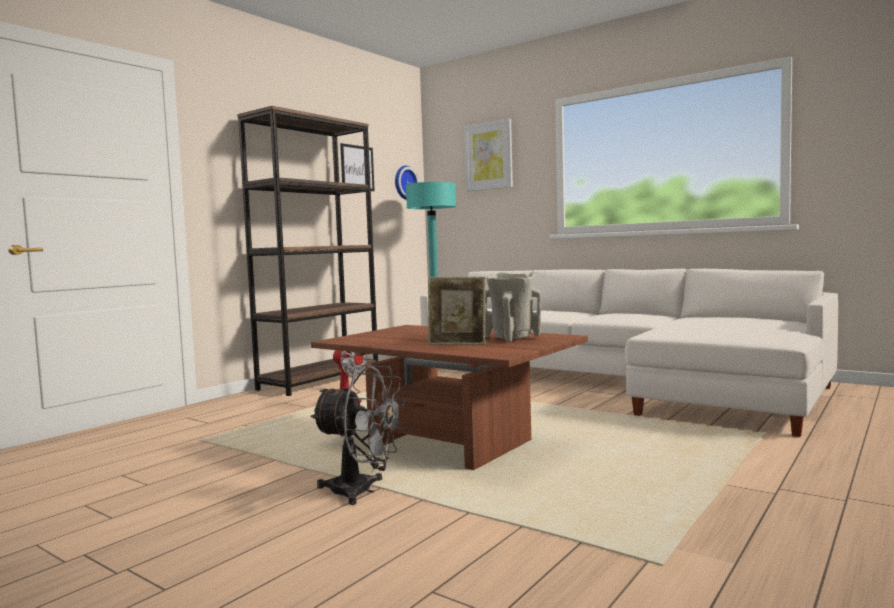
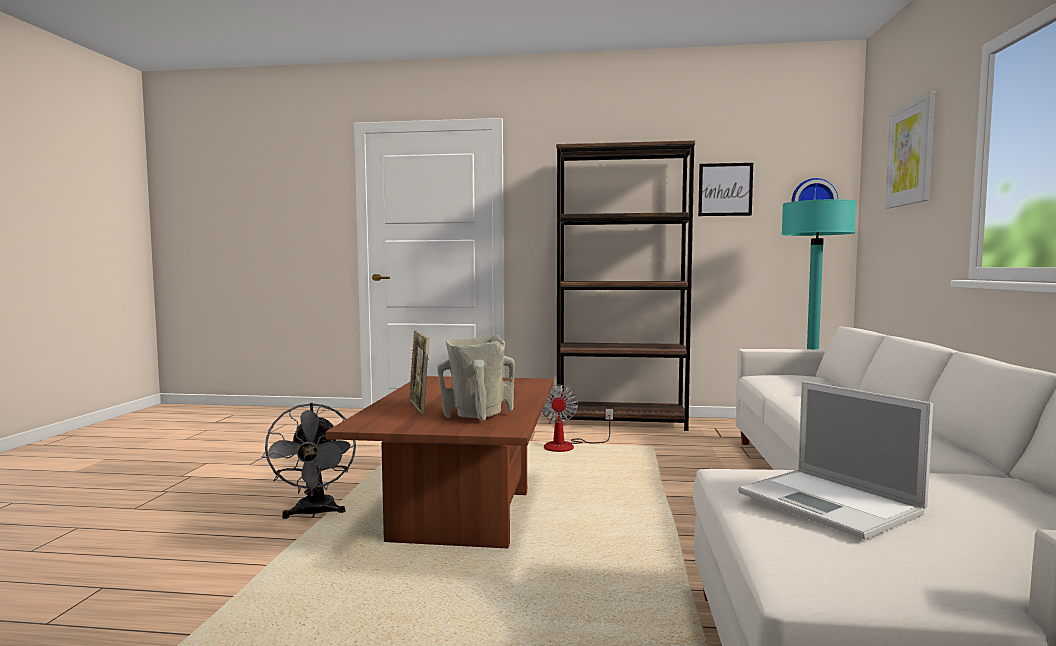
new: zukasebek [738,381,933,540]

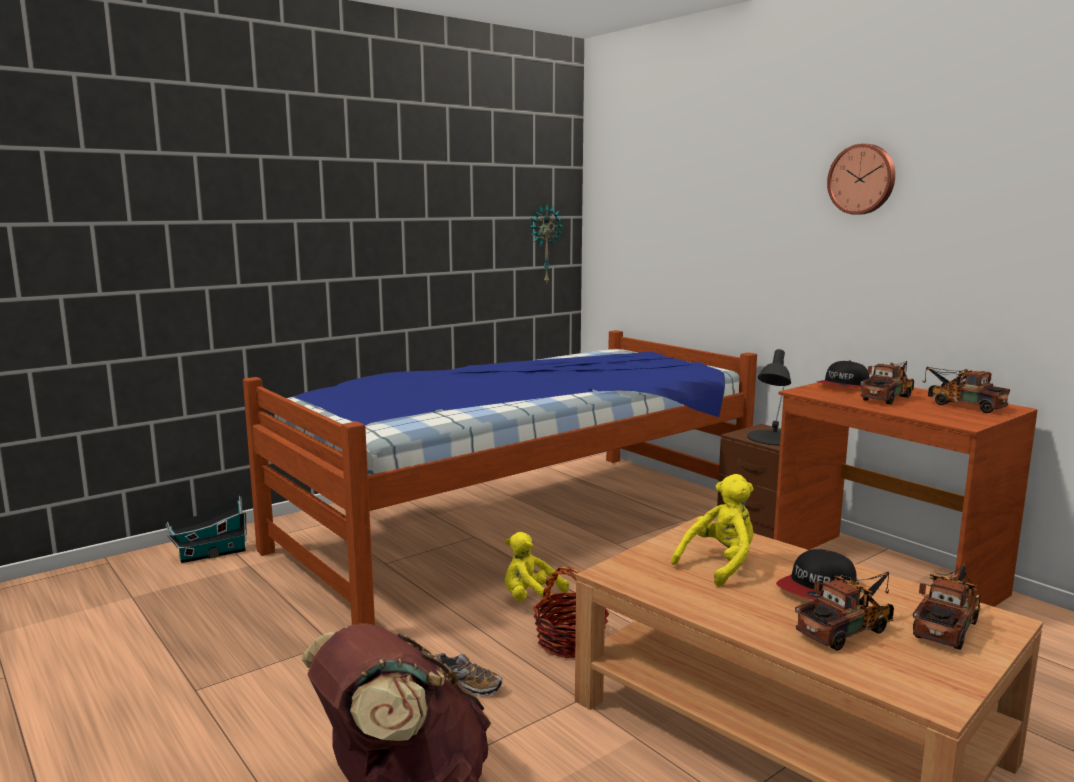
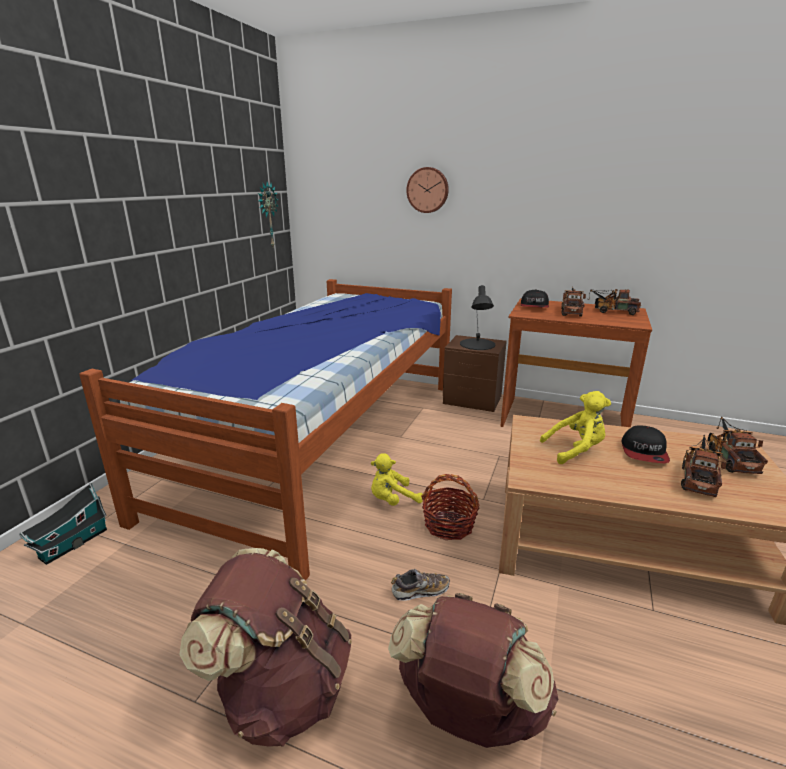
new: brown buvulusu [179,548,352,747]
shifted: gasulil [827,143,895,215] to [406,167,449,213]
rotated: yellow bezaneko [671,474,754,587] = [540,391,611,464] 60 degrees clockwise

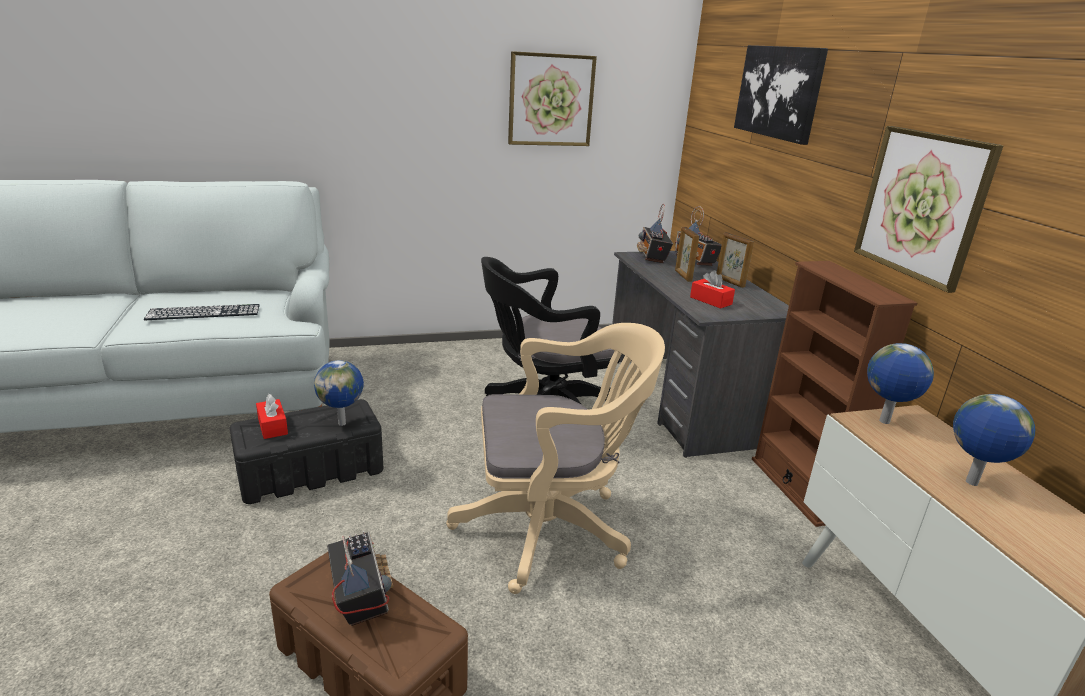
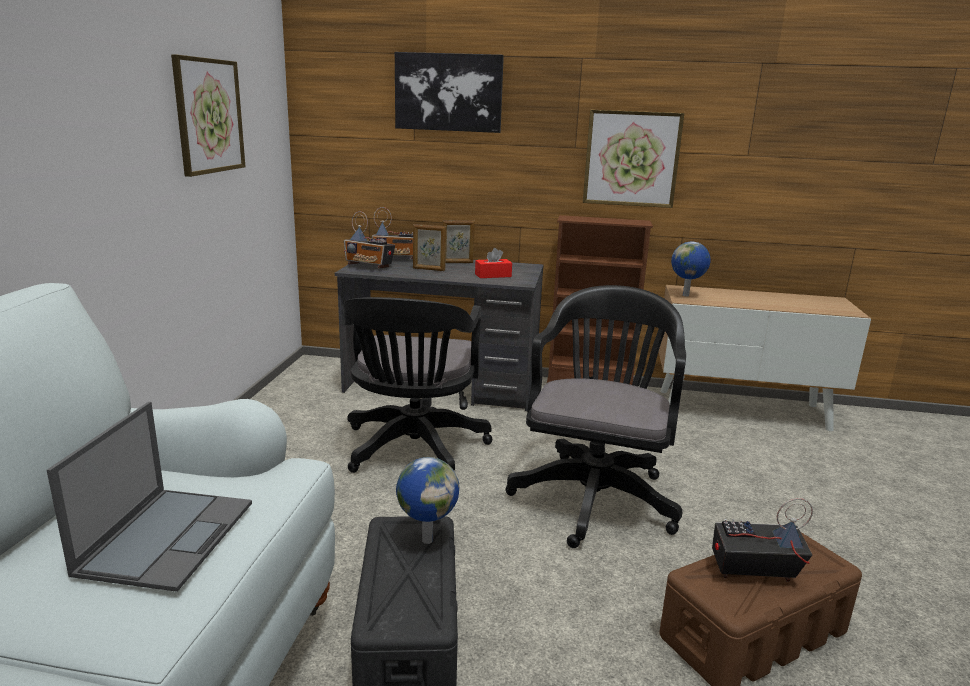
gone: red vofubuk [256,394,288,439]; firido [953,394,1036,486]
swapped: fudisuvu [144,304,260,320] to zukasebek [47,402,252,592]
repainted: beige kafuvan [446,323,665,594] to black kafuvan [505,285,686,548]

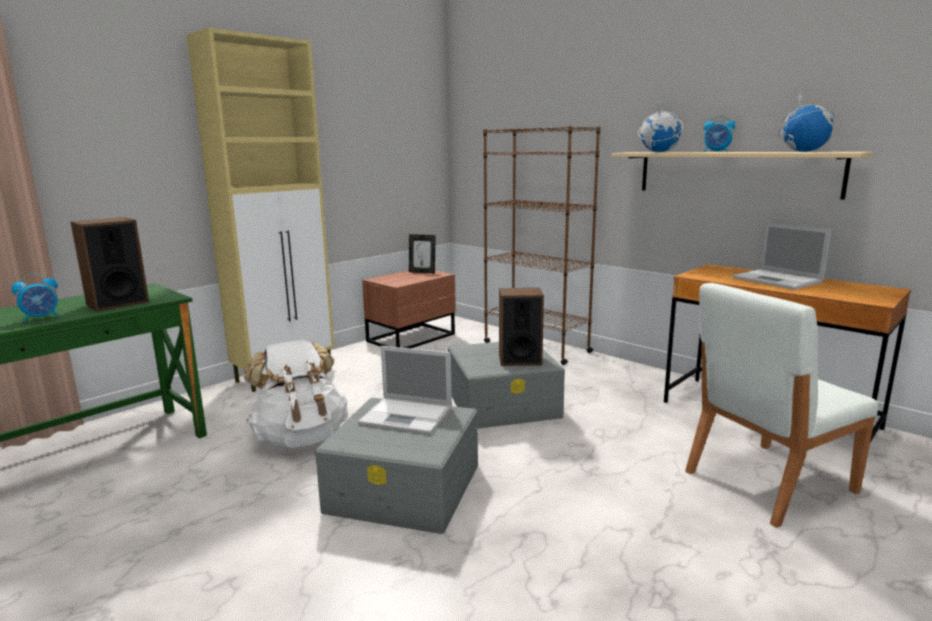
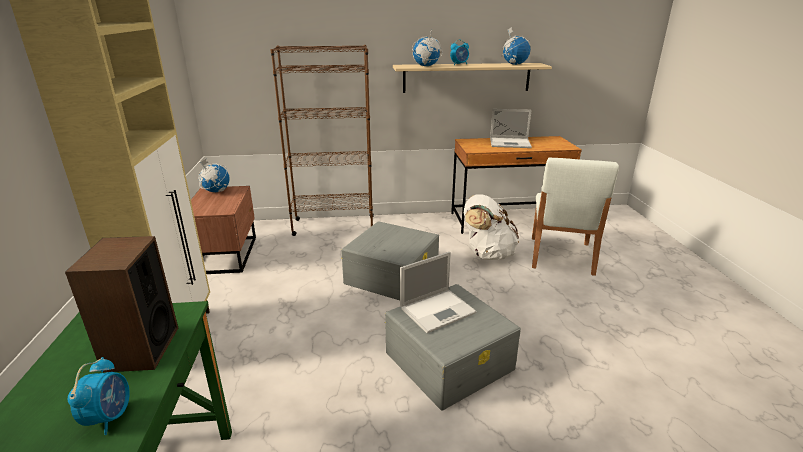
gone: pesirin [499,288,544,366]
shifted: white buvulusu [244,340,348,448] to [464,194,519,260]
swapped: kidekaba [409,234,436,274] to firido [198,159,230,192]

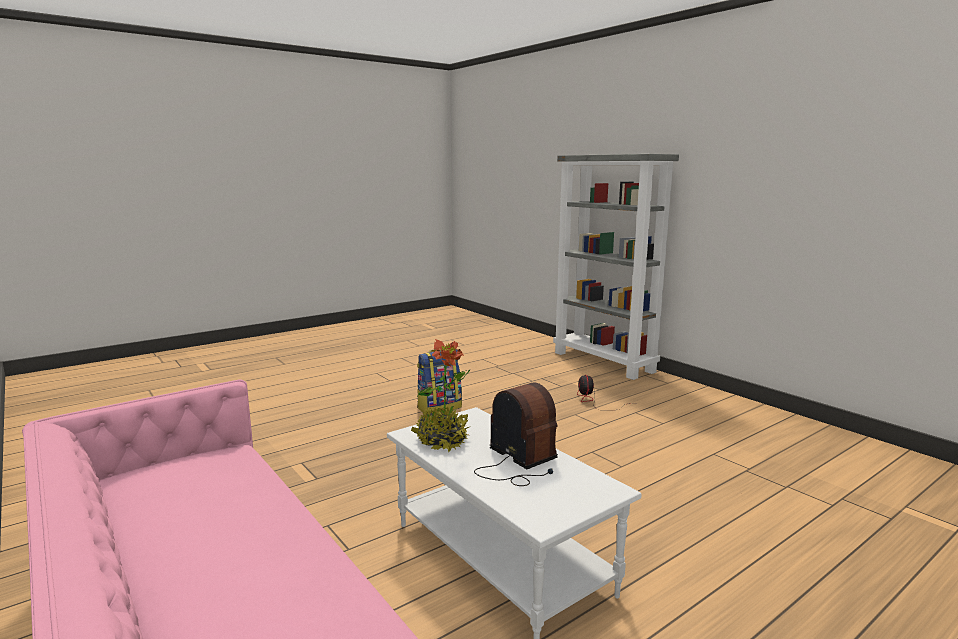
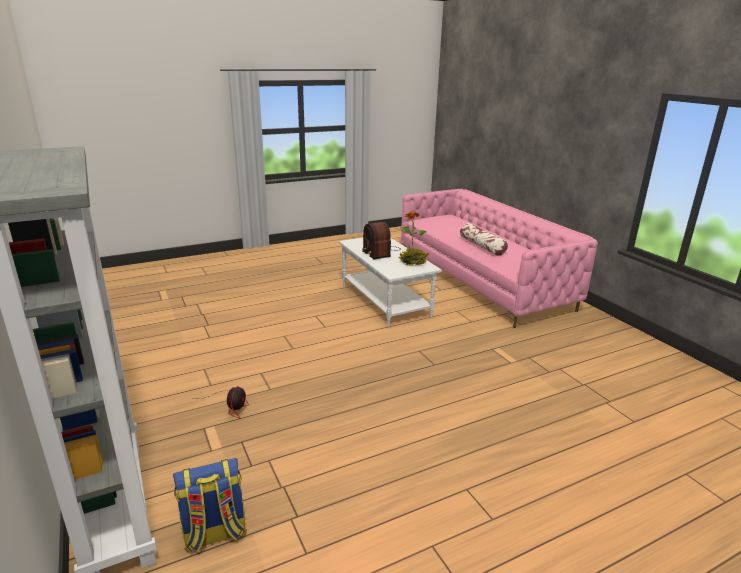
new: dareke [460,223,508,256]
shifted: buvulusu [417,349,462,412] to [173,458,247,552]

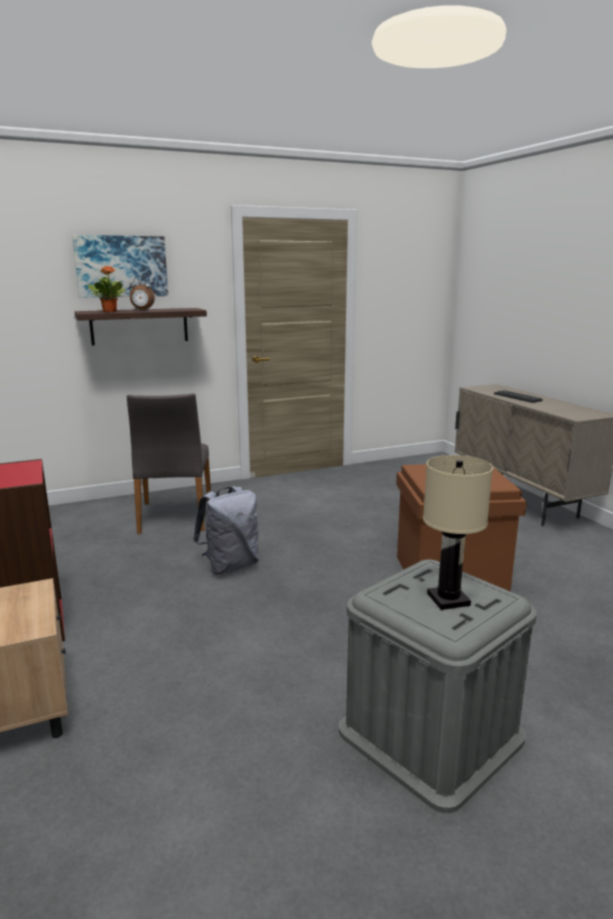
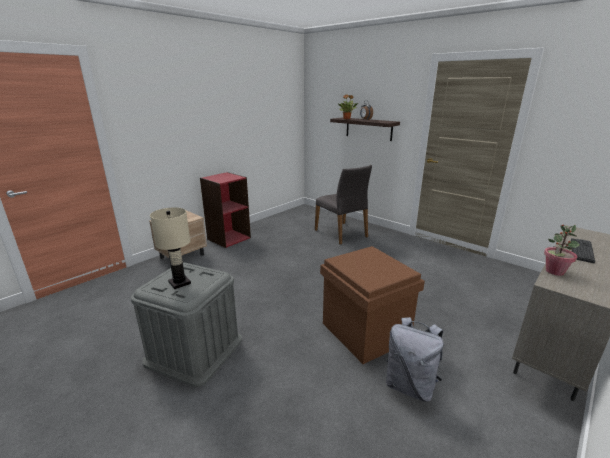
gone: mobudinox [72,235,168,298]
new: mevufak [544,224,579,276]
shifted: grey buvulusu [193,486,259,575] to [386,317,444,402]
rotated: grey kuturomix [127,393,211,534] = [315,165,372,245] 90 degrees counterclockwise

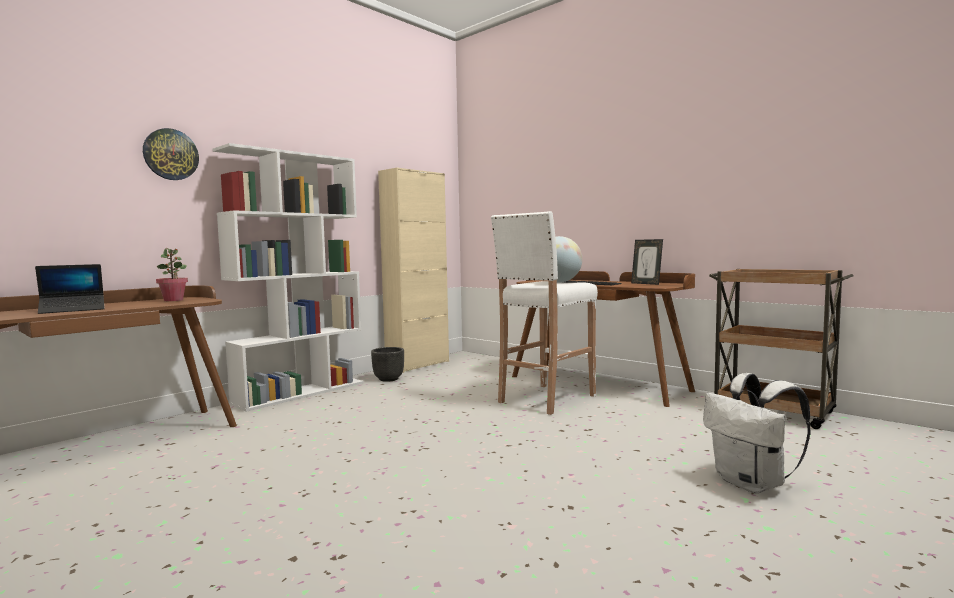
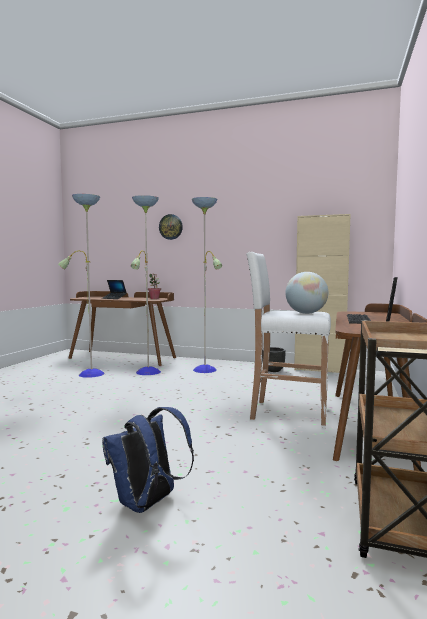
gone: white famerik [213,143,364,412]
new: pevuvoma [58,194,222,378]
repainted: white buvulusu [703,373,811,494] to blue buvulusu [102,407,194,513]

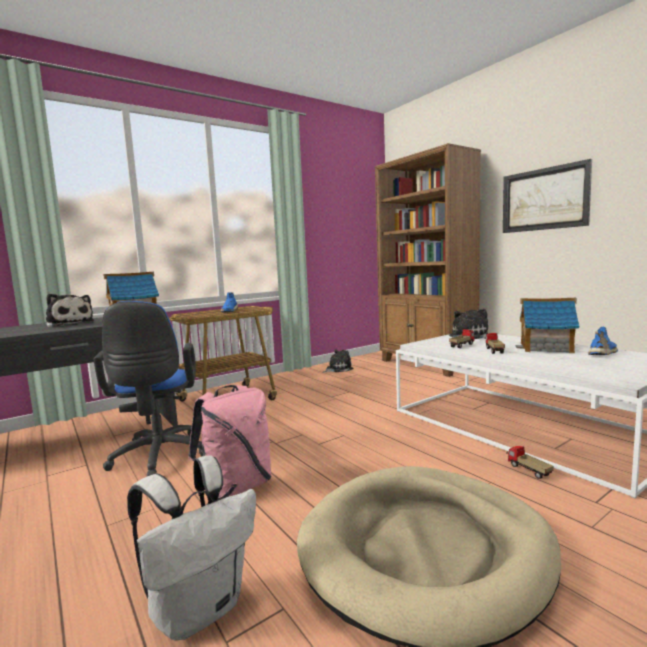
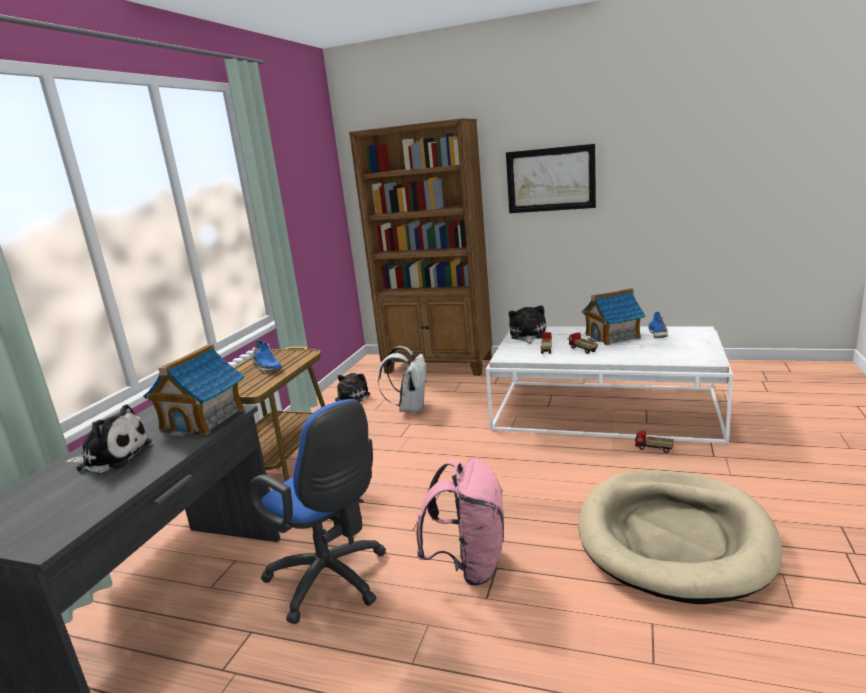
shifted: white buvulusu [127,456,256,640] to [378,346,426,413]

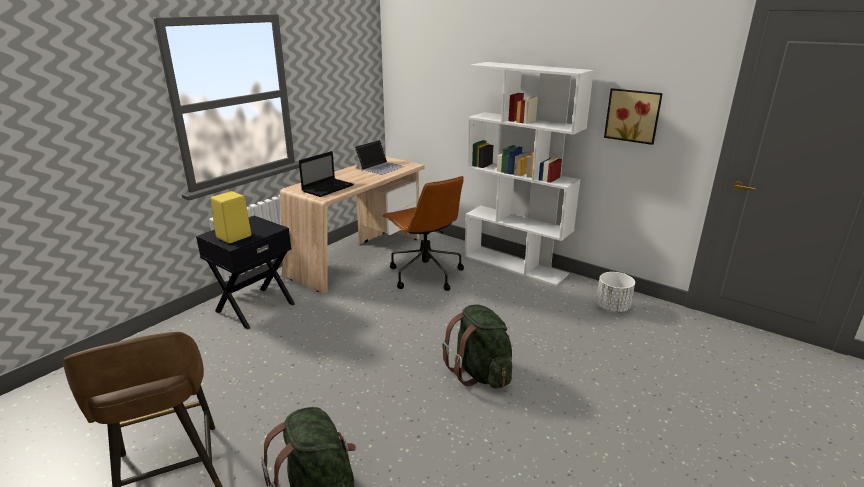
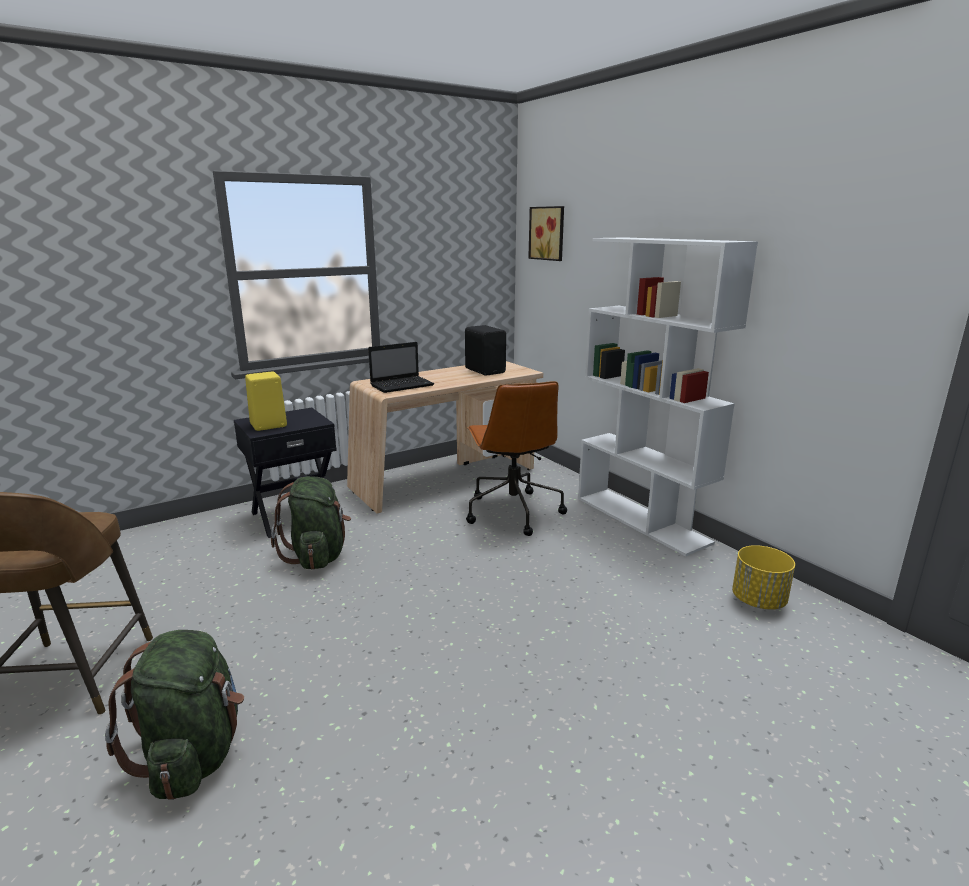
shifted: green buvulusu [442,305,512,389] to [271,476,351,570]; mobudinox [604,88,663,145] to [528,206,564,261]
swapped: zukasebek [354,140,404,175] to black pesirin [465,325,506,376]
repainted: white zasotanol [596,272,635,312] to yellow zasotanol [732,545,795,610]

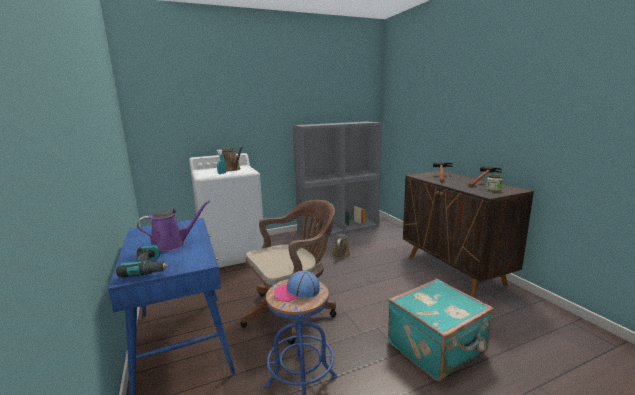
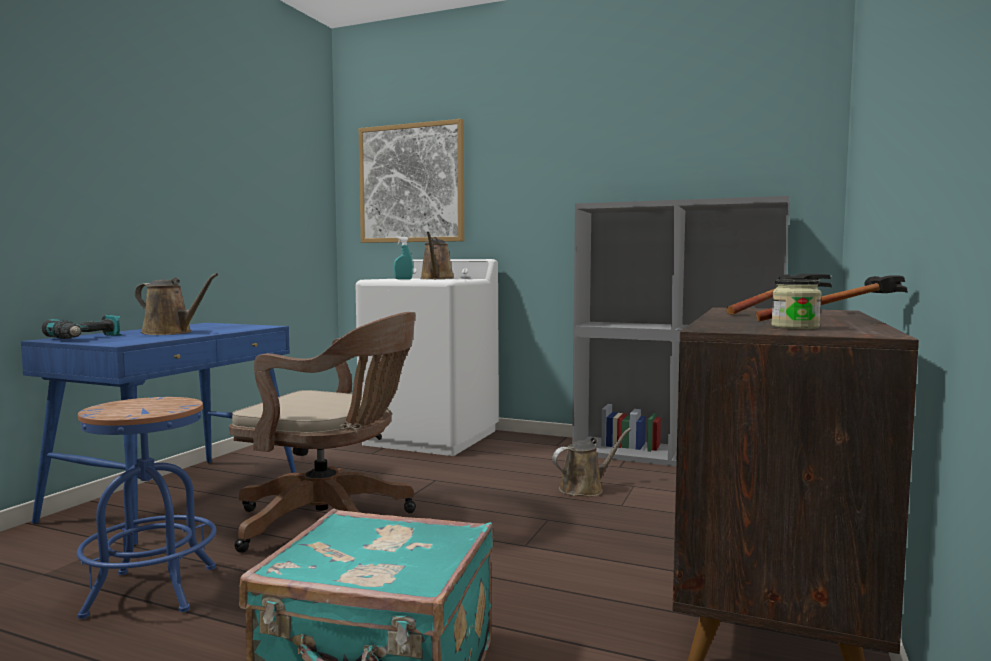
gone: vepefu [274,271,320,302]
new: mobudinox [359,119,464,243]
repainted: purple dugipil [137,201,210,252] to brown dugipil [135,273,218,335]

